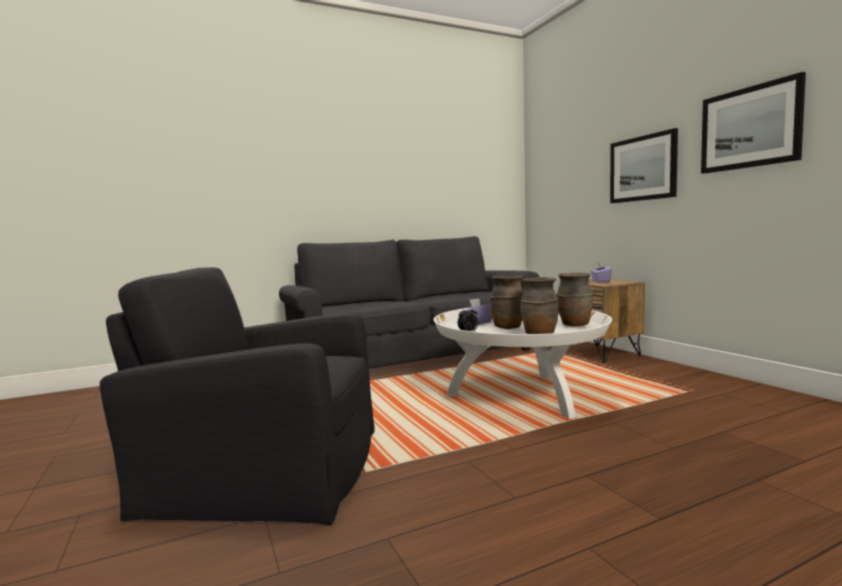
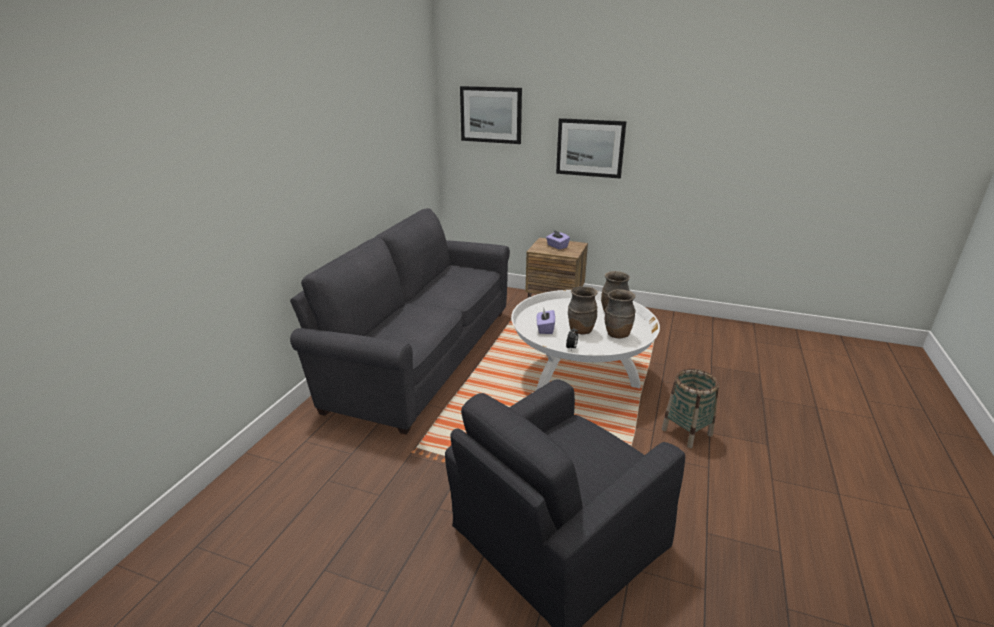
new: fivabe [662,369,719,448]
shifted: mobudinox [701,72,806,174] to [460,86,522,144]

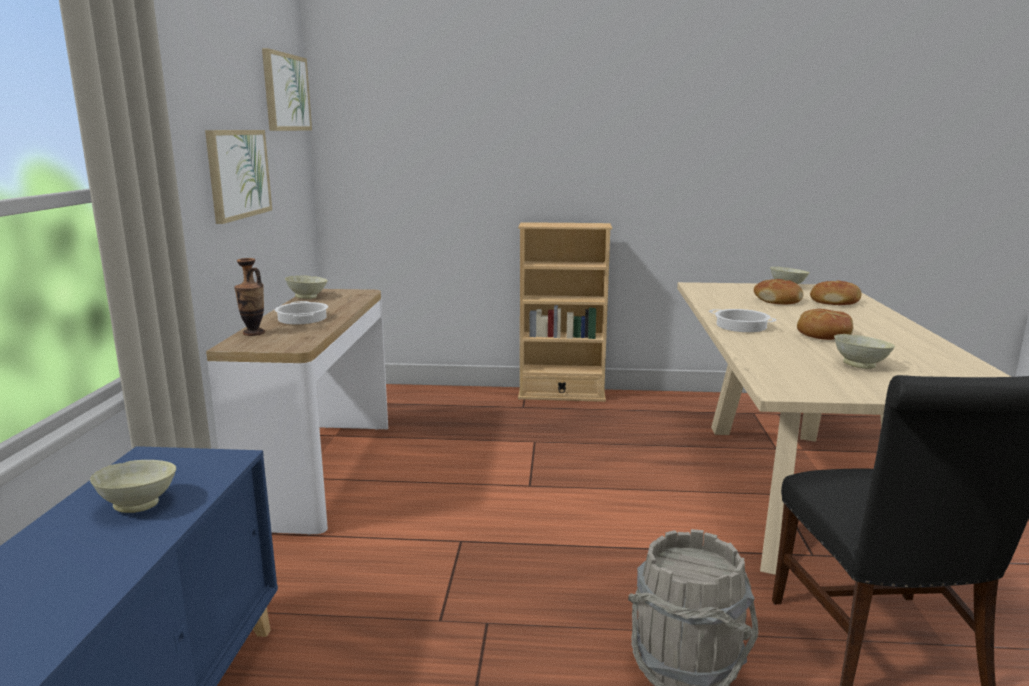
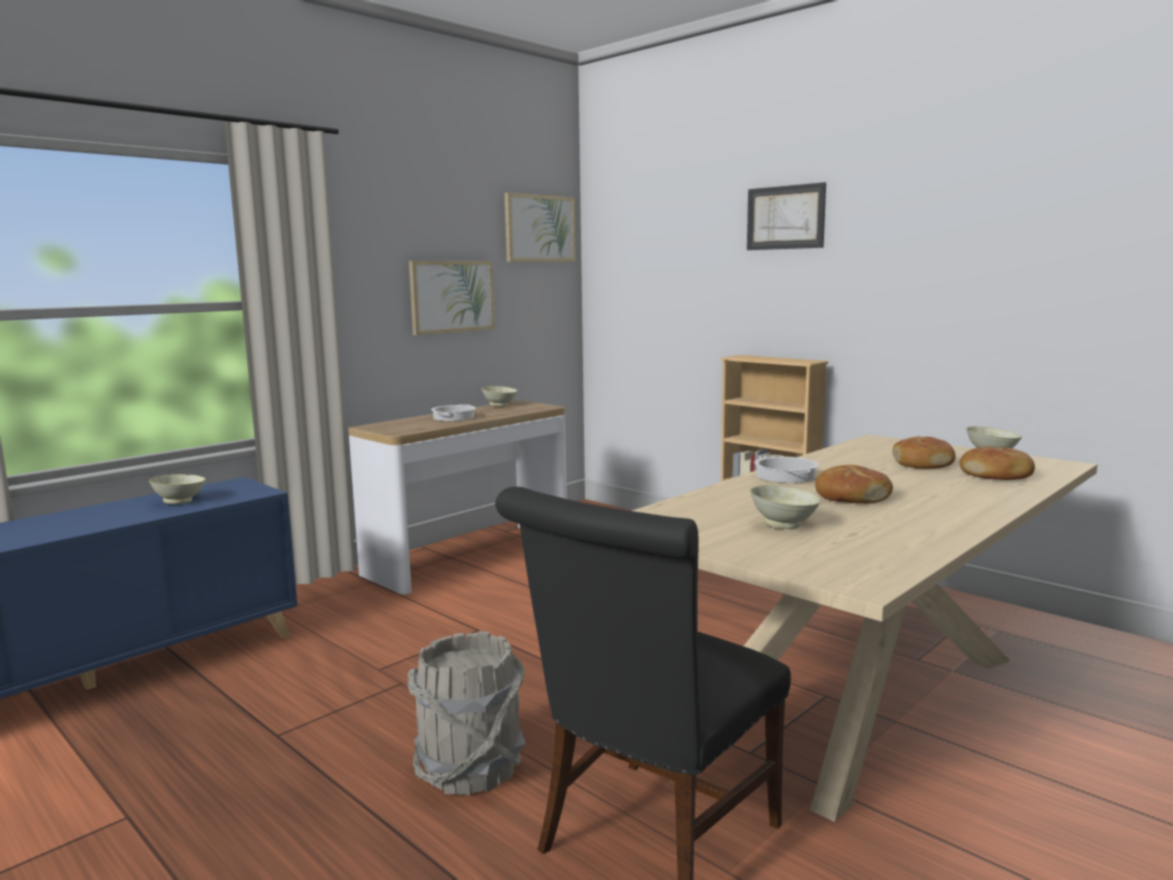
gone: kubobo [234,258,265,336]
new: mobudinox [747,182,826,250]

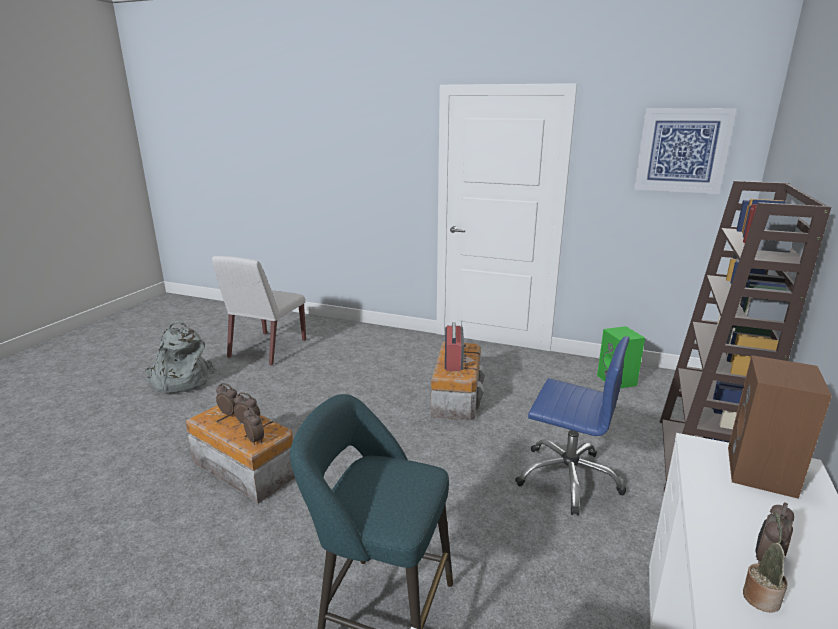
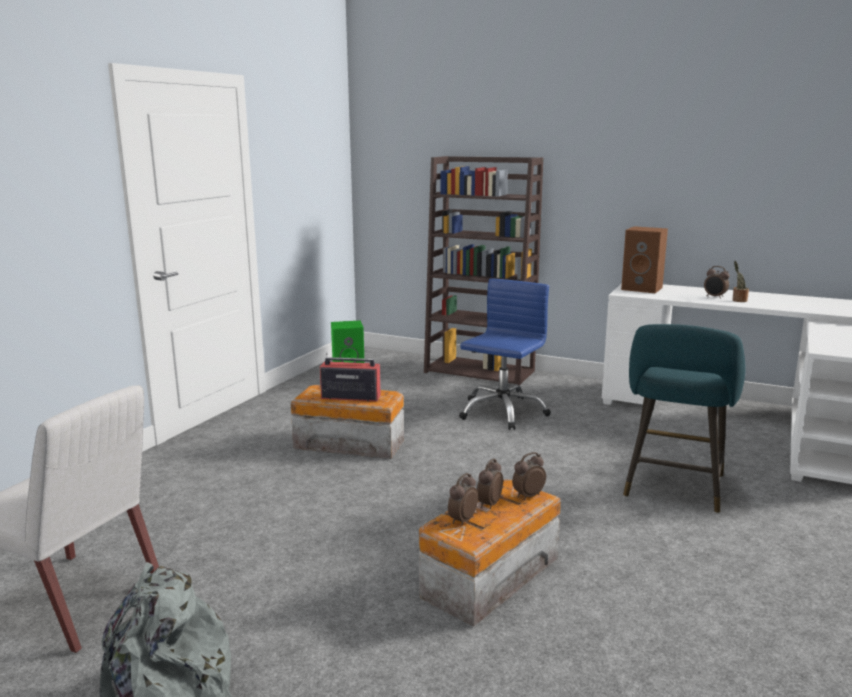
gone: mobudinox [634,108,736,194]

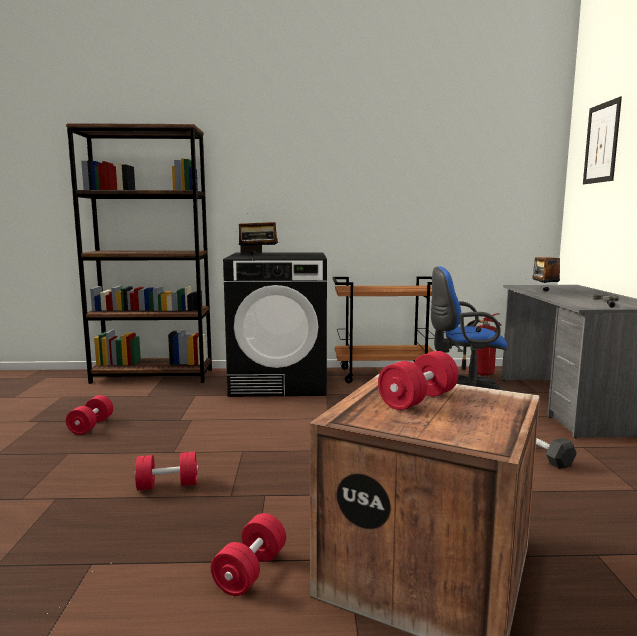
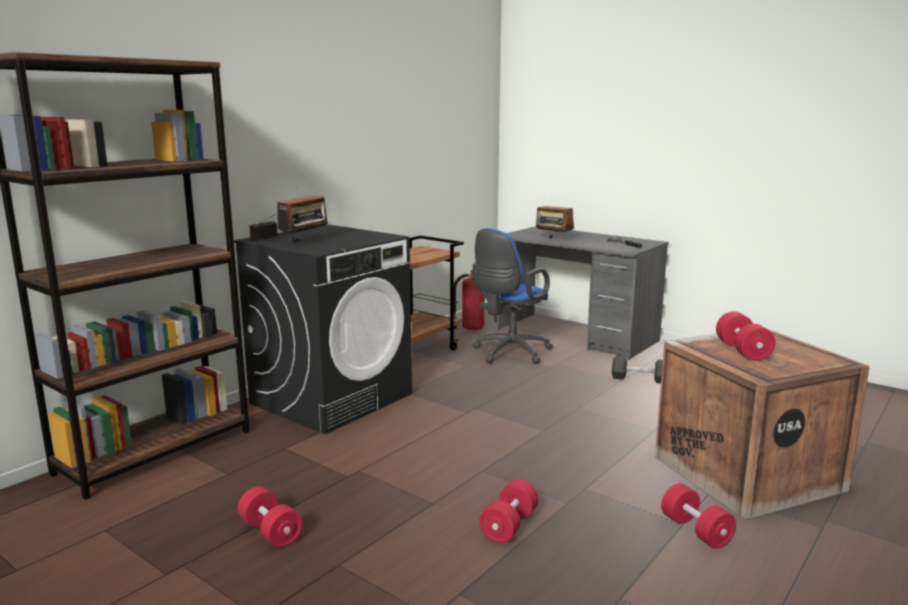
gone: mobudinox [583,97,622,184]

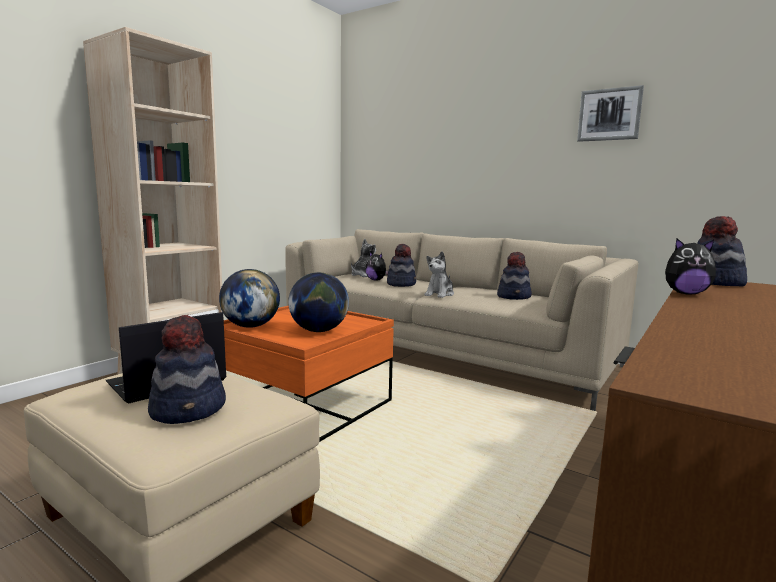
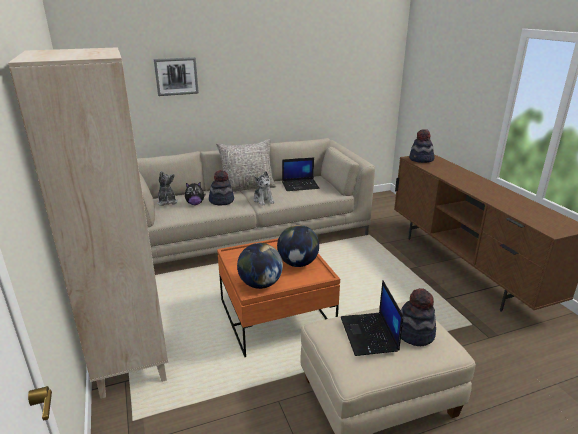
gone: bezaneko [665,239,716,295]
new: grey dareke [216,139,276,192]
shifted: mobudinox [577,85,644,142] to [154,57,199,96]
swapped: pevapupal [497,252,532,300] to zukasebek [282,158,320,191]

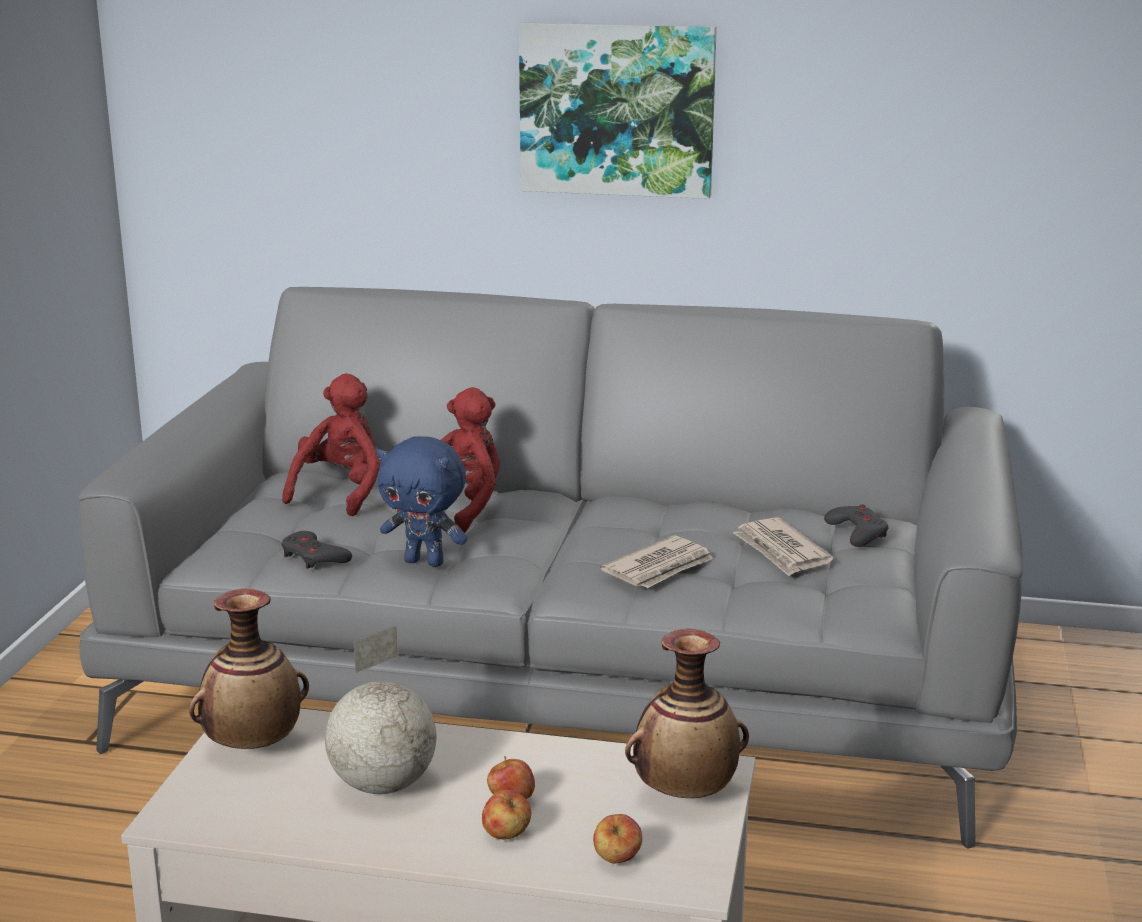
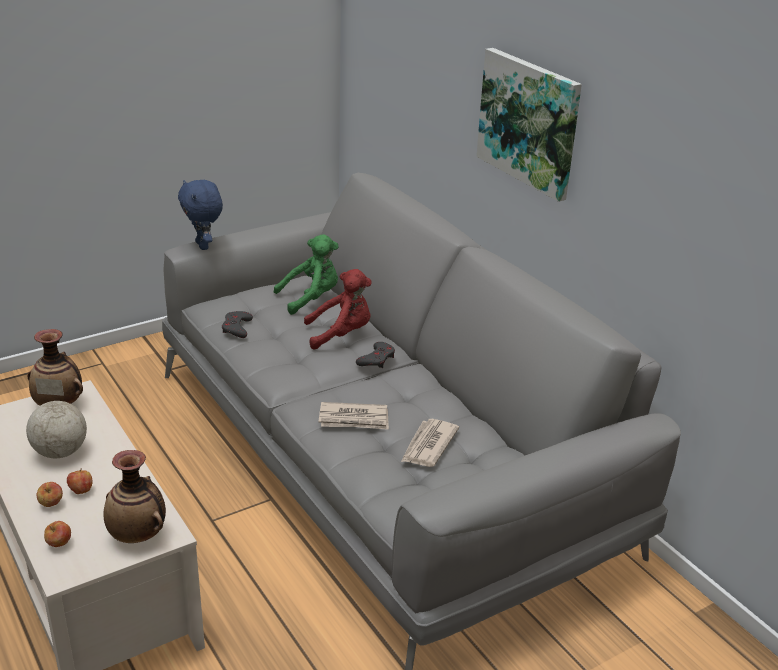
shifted: blue bezaneko [377,436,468,567] to [178,180,223,250]; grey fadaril [824,505,889,547] to [356,342,395,368]
repainted: red bezaneko [282,374,380,516] to green bezaneko [274,234,339,315]

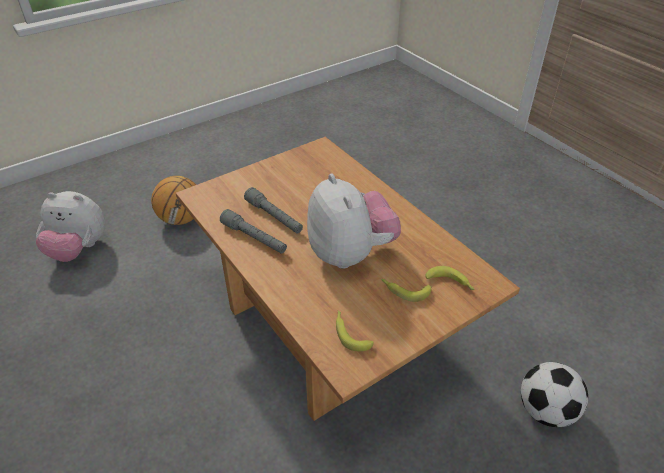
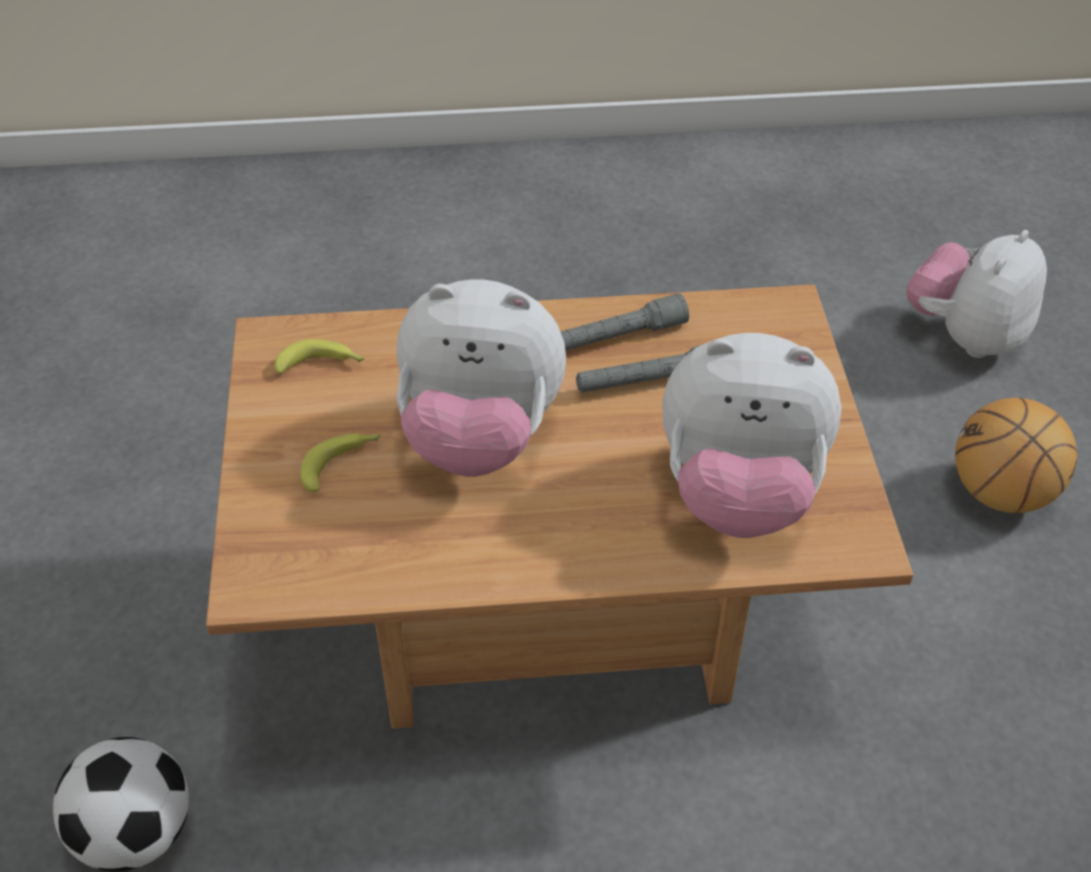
gone: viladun [425,266,475,290]
new: bezaneko [662,333,842,538]

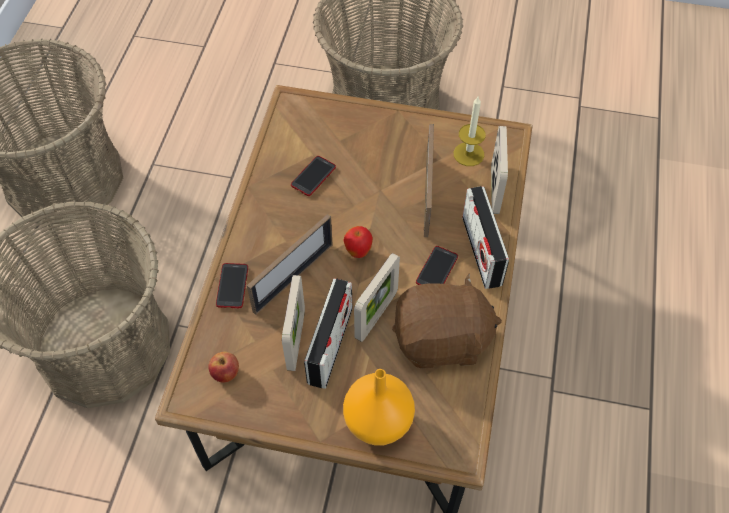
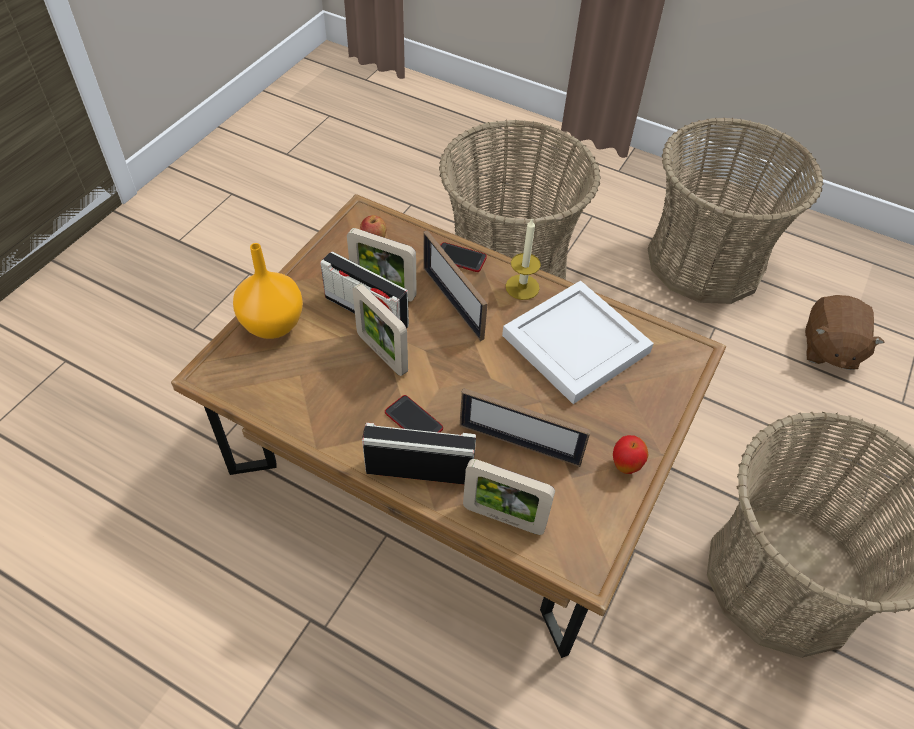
shifted: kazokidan [343,226,373,258] to [613,435,649,474]; brown bezaneko [392,274,502,369] to [805,295,885,370]; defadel [454,97,486,166] to [505,219,541,300]
swapped: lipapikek [291,156,336,196] to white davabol [502,280,654,404]

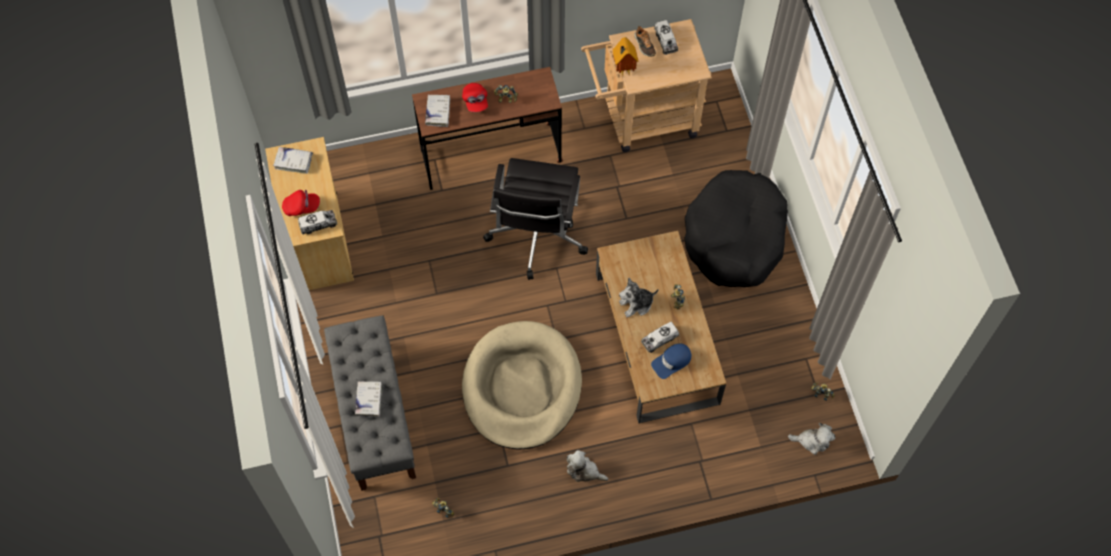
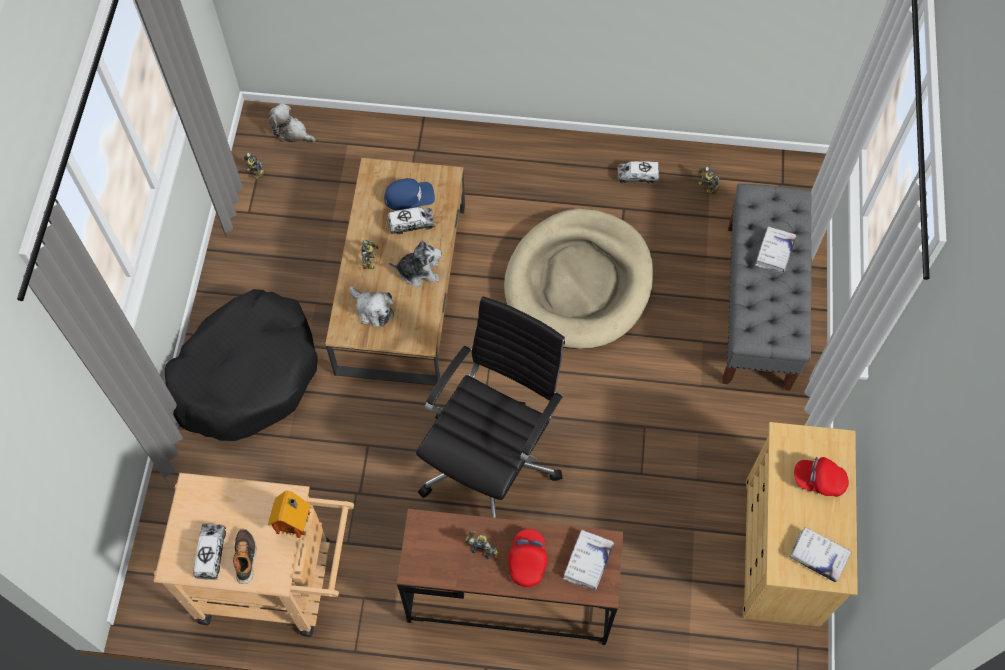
shifted: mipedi [298,210,337,235] to [618,161,659,183]; bezaneko [567,450,608,482] to [350,286,394,327]

